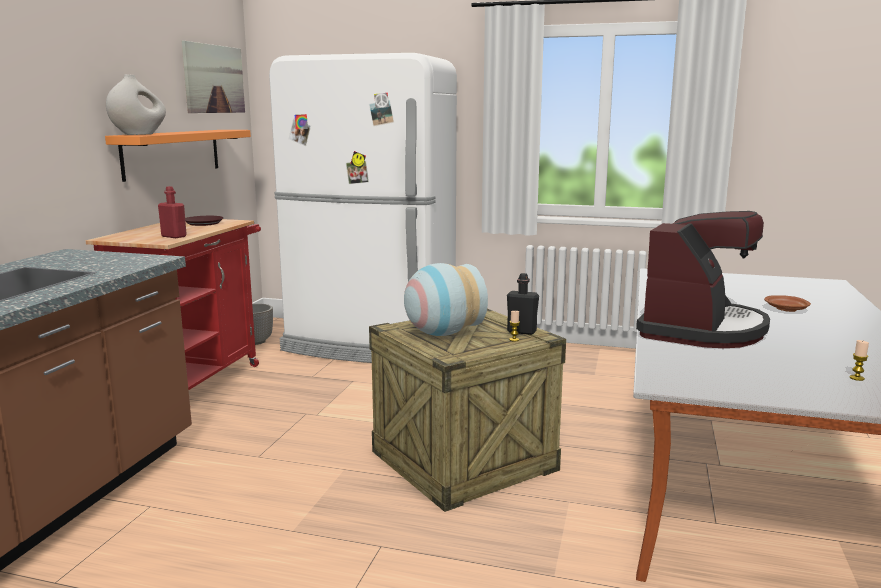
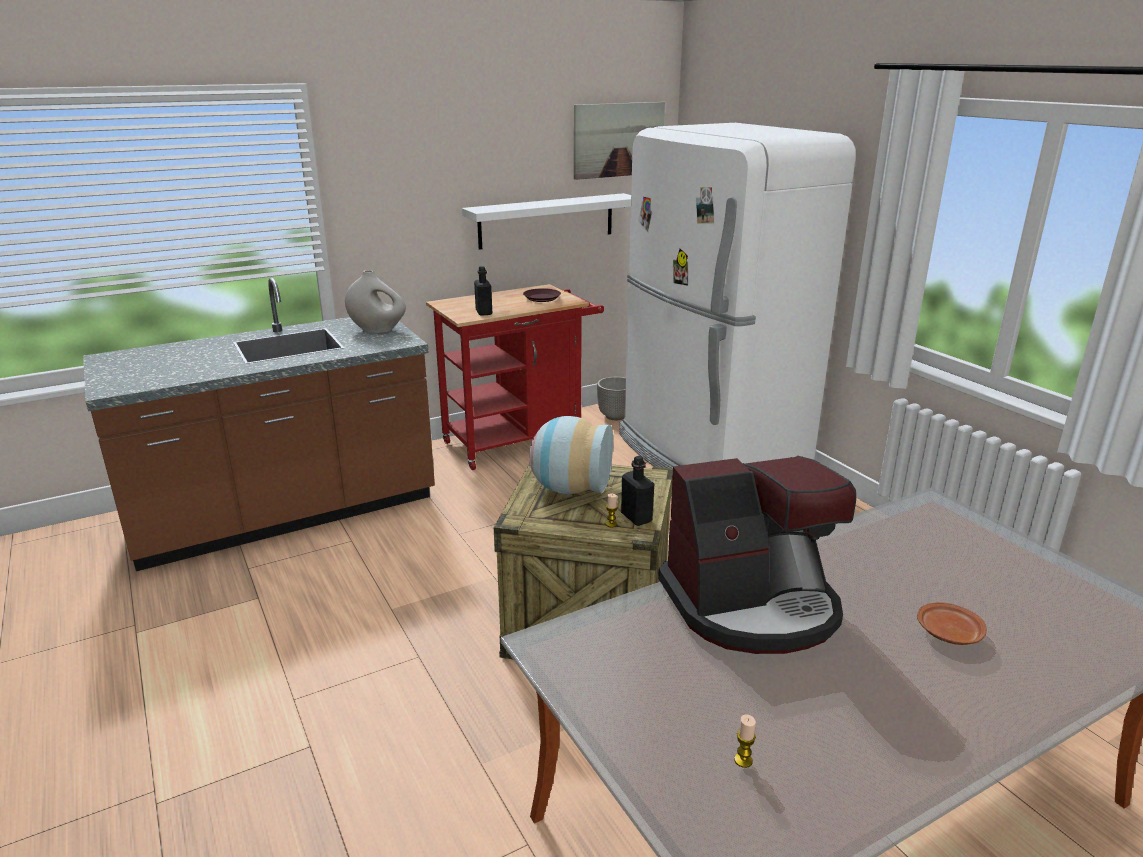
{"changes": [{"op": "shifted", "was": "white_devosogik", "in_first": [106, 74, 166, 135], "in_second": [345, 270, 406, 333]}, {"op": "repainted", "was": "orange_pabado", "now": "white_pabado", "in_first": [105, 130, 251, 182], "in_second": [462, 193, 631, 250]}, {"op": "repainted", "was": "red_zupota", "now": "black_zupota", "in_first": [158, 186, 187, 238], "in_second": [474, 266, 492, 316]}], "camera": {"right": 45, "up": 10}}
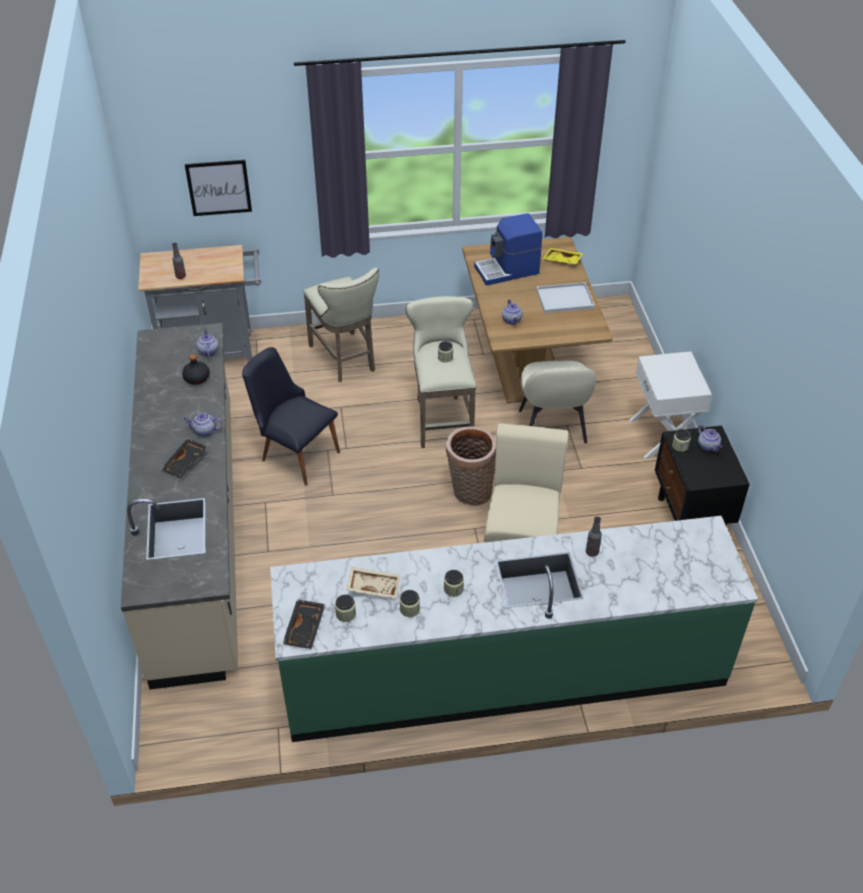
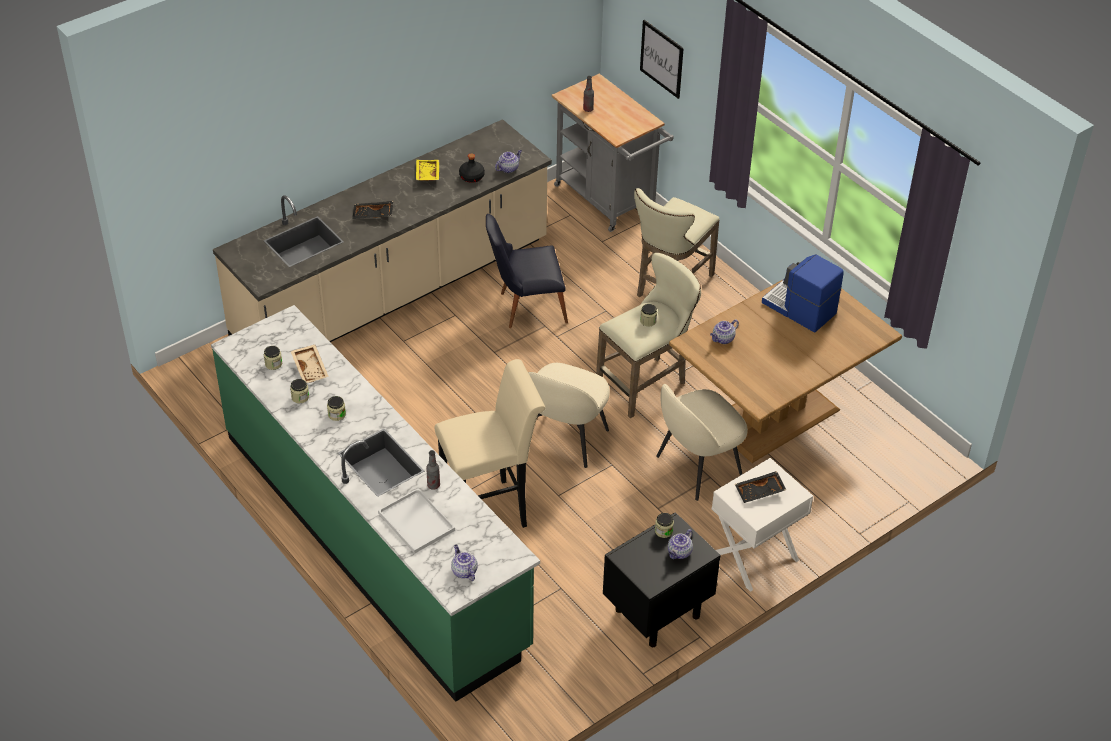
{"changes": [{"op": "shifted", "was": "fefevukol", "in_first": [184, 413, 223, 437], "in_second": [451, 545, 478, 581]}, {"op": "shifted", "was": "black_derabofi", "in_first": [282, 599, 325, 649], "in_second": [735, 471, 786, 503]}, {"op": "shifted", "was": "white_derabofi", "in_first": [536, 282, 595, 313], "in_second": [378, 488, 455, 554]}, {"op": "shifted", "was": "yellow_derabofi", "in_first": [542, 248, 584, 264], "in_second": [416, 160, 439, 181]}, {"op": "swapped", "was": "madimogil", "now": "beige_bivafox", "in_first": [446, 426, 496, 506], "in_second": [528, 363, 610, 468]}, {"op": "rotated", "was": "black_bivafox", "in_first": [242, 347, 340, 486], "in_second": [486, 214, 568, 328], "clockwise": -105}], "camera": {"right": 60, "up": 0}}
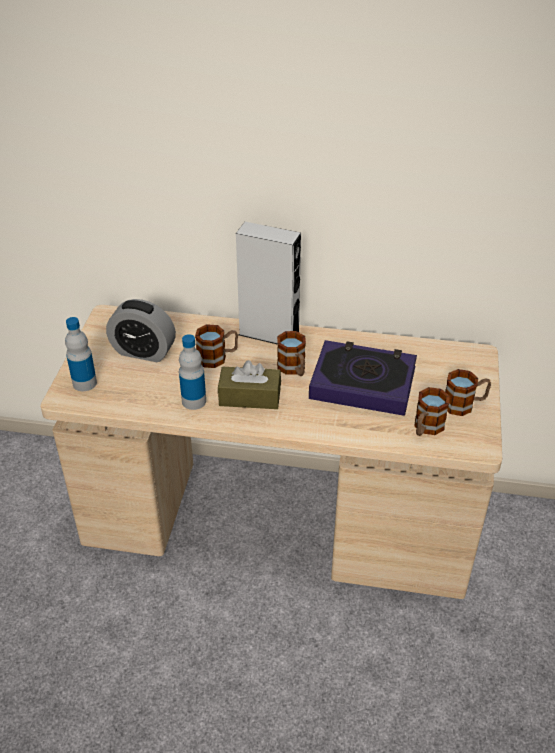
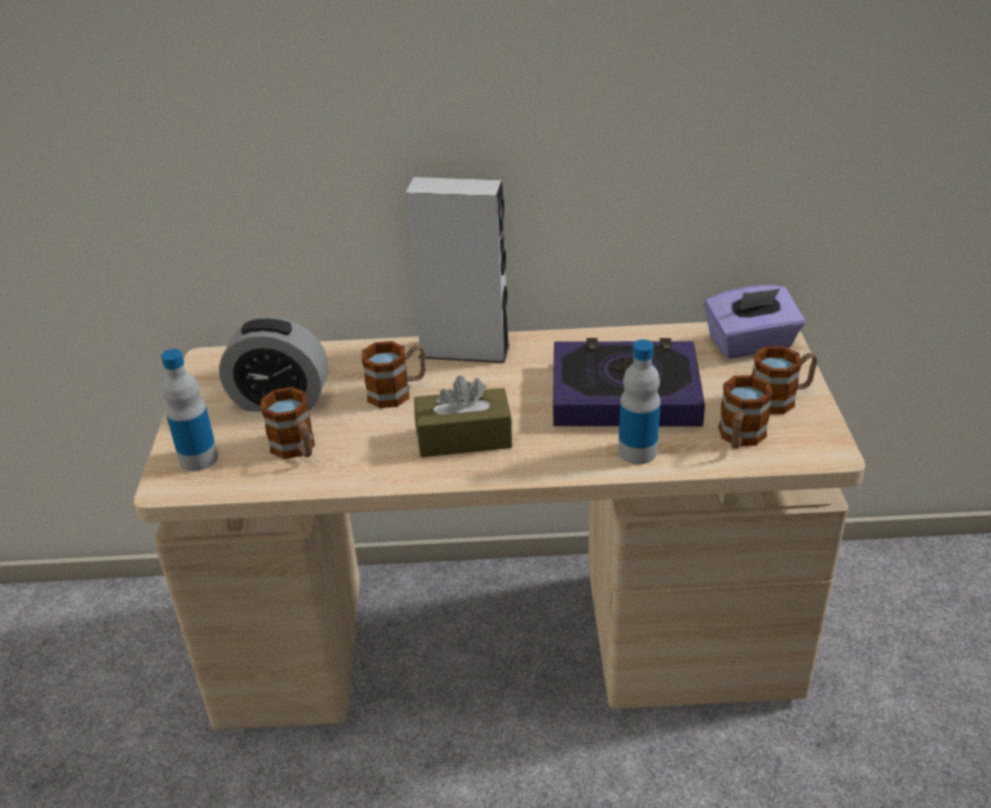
{"changes": [{"op": "new", "now": "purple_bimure", "in_second": [704, 285, 805, 358]}, {"op": "shifted", "was": "zupota", "in_first": [179, 334, 206, 410], "in_second": [618, 340, 661, 464]}, {"op": "shifted", "was": "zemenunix", "in_first": [277, 331, 306, 376], "in_second": [261, 387, 315, 459]}], "camera": {"right": -10, "up": -5}}
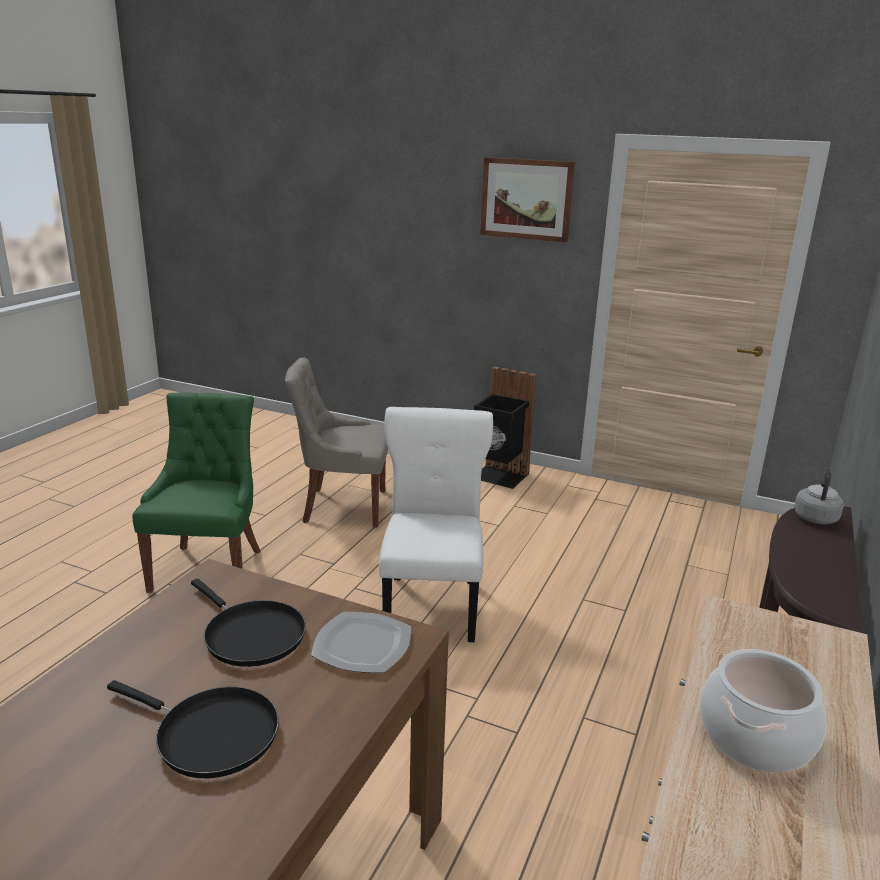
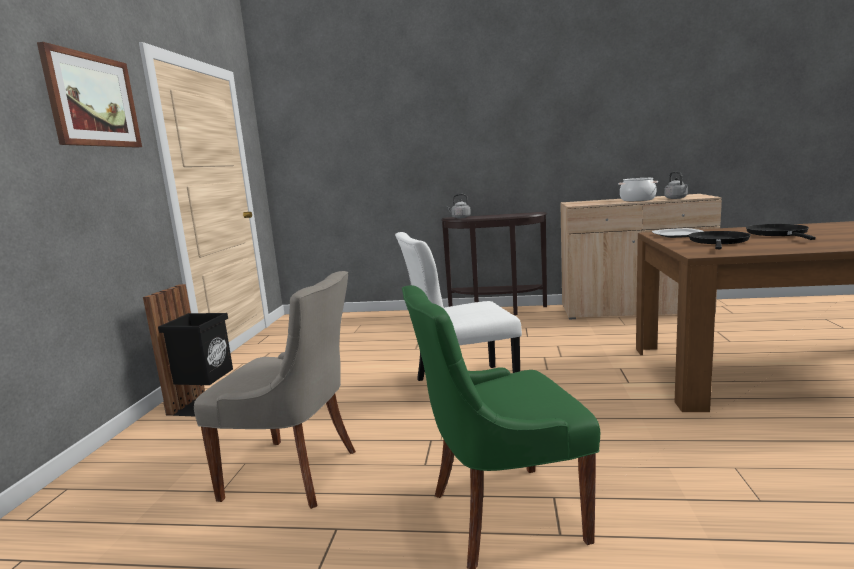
{"changes": [{"op": "new", "now": "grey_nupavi", "in_second": [664, 172, 688, 199]}, {"op": "rotated", "was": "grey_bivafox", "in_first": [285, 357, 388, 527], "in_second": [194, 271, 356, 509], "clockwise": -60}], "camera": {"right": -105, "up": -10}}
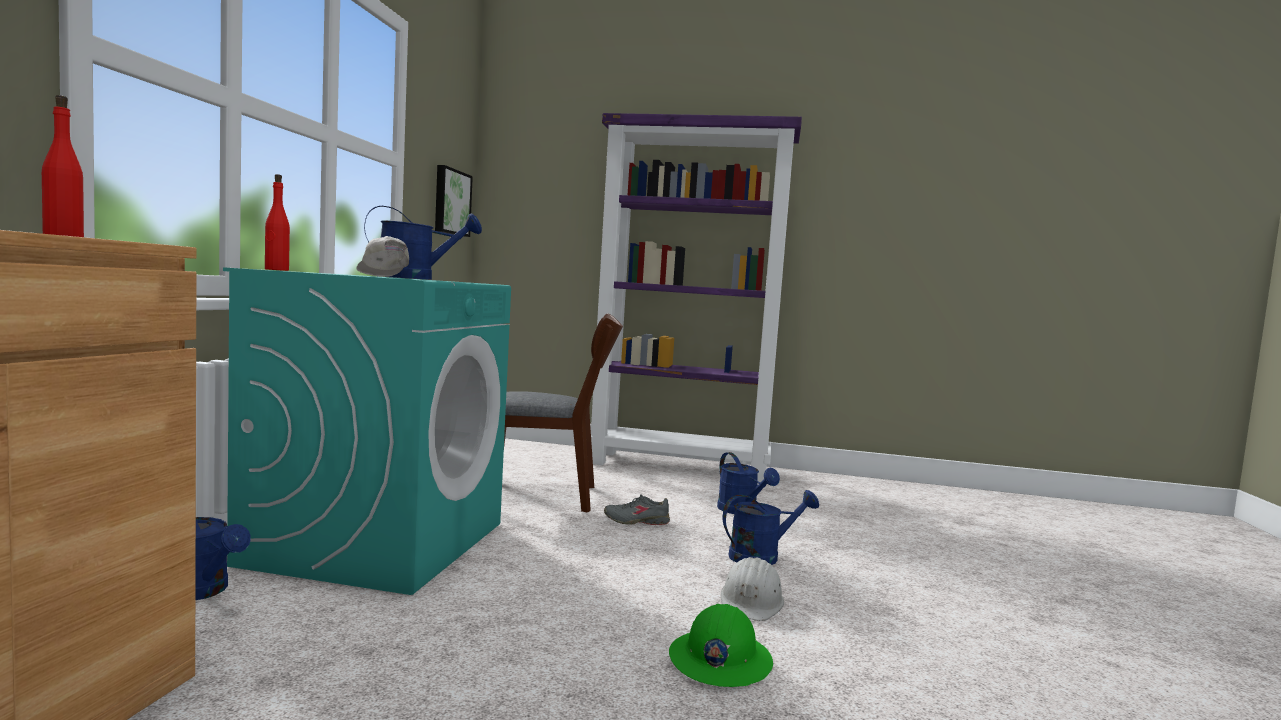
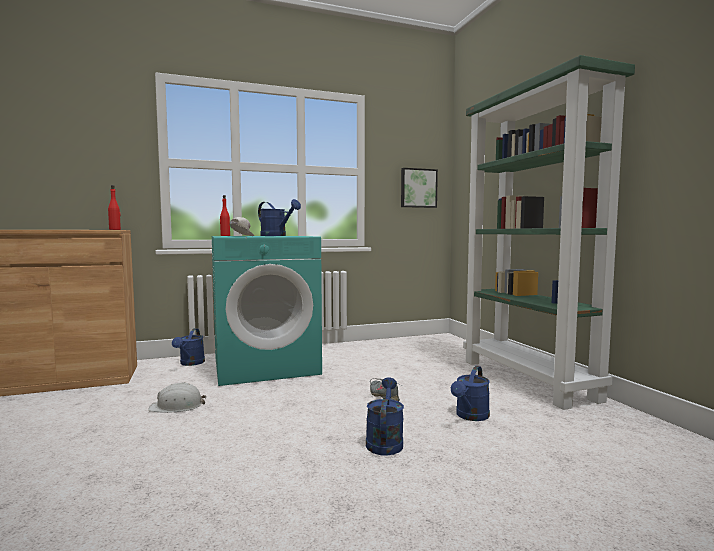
{"changes": [{"op": "gone", "was": "brown_bivafox", "in_first": [504, 313, 623, 513]}, {"op": "gone", "was": "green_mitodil", "in_first": [669, 604, 773, 687]}, {"op": "shifted", "was": "white_mitodil", "in_first": [721, 557, 784, 621], "in_second": [148, 382, 206, 413]}, {"op": "repainted", "was": "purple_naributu", "now": "green_naributu", "in_first": [591, 113, 802, 482], "in_second": [463, 55, 635, 410]}, {"op": "rotated", "was": "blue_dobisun", "in_first": [723, 490, 819, 565], "in_second": [366, 377, 404, 456], "clockwise": -120}], "camera": {"right": 60, "up": 0}}
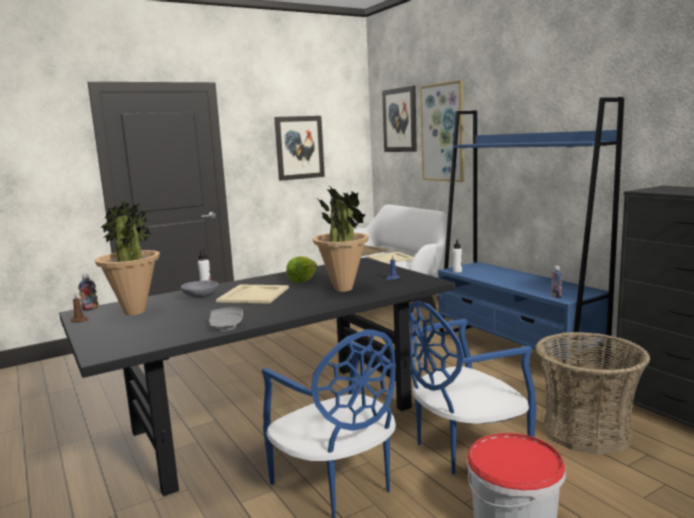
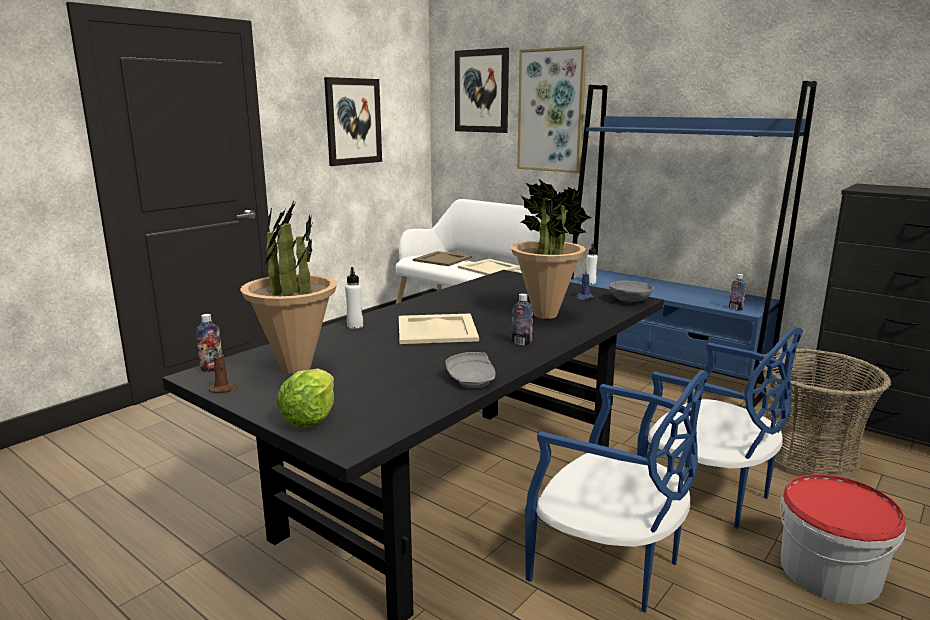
{"changes": [{"op": "new", "now": "zupota", "in_second": [512, 293, 533, 346]}, {"op": "shifted", "was": "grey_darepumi", "in_first": [181, 280, 218, 298], "in_second": [609, 280, 654, 302]}, {"op": "shifted", "was": "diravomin", "in_first": [286, 256, 317, 283], "in_second": [276, 369, 334, 428]}, {"op": "rotated", "was": "blue_bivafox", "in_first": [409, 301, 537, 474], "in_second": [637, 327, 803, 529], "clockwise": -90}], "camera": {"right": -20, "up": 5}}
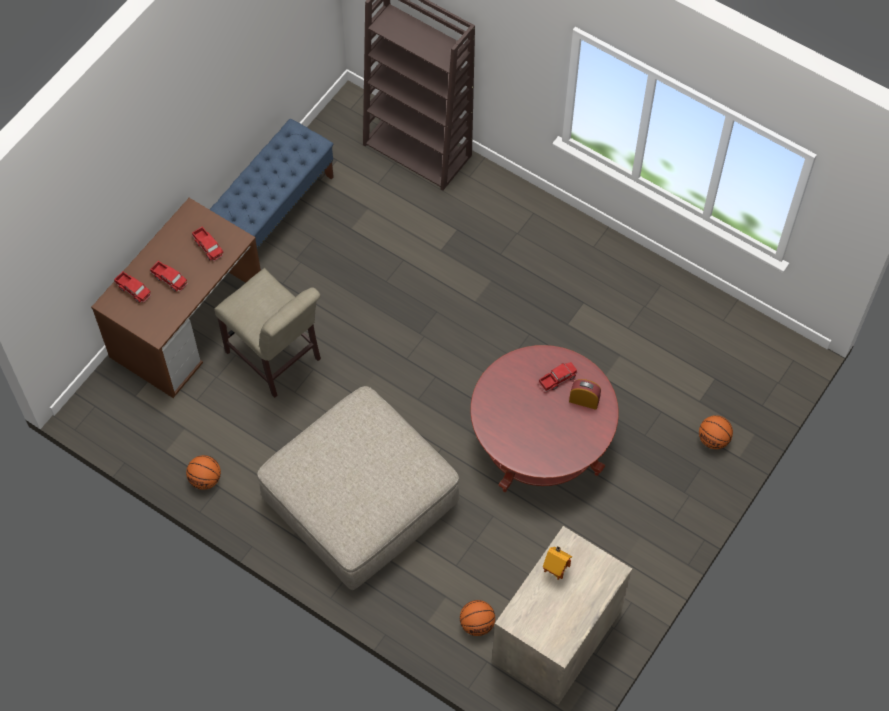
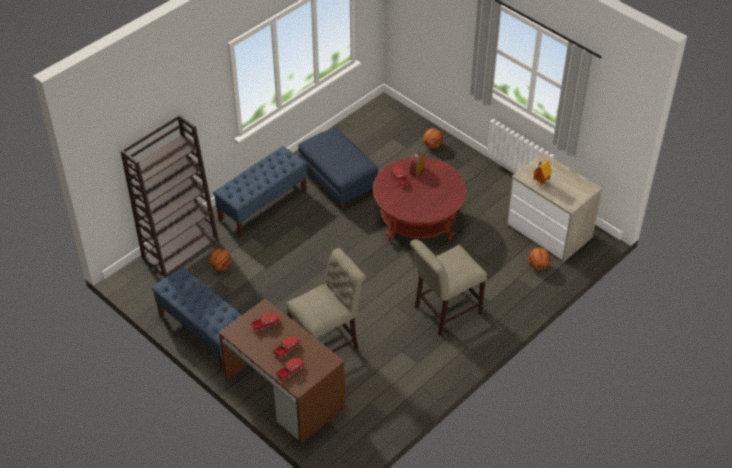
{"changes": [{"op": "new", "now": "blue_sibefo", "in_second": [213, 146, 307, 238]}, {"op": "new", "now": "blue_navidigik", "in_second": [298, 127, 378, 209]}, {"op": "shifted", "was": "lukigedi", "in_first": [186, 455, 221, 490], "in_second": [209, 249, 232, 271]}, {"op": "swapped", "was": "beige_navidigik", "now": "beige_bivafox", "in_first": [257, 386, 459, 590], "in_second": [410, 239, 487, 335]}], "camera": {"right": -80, "up": -15}}
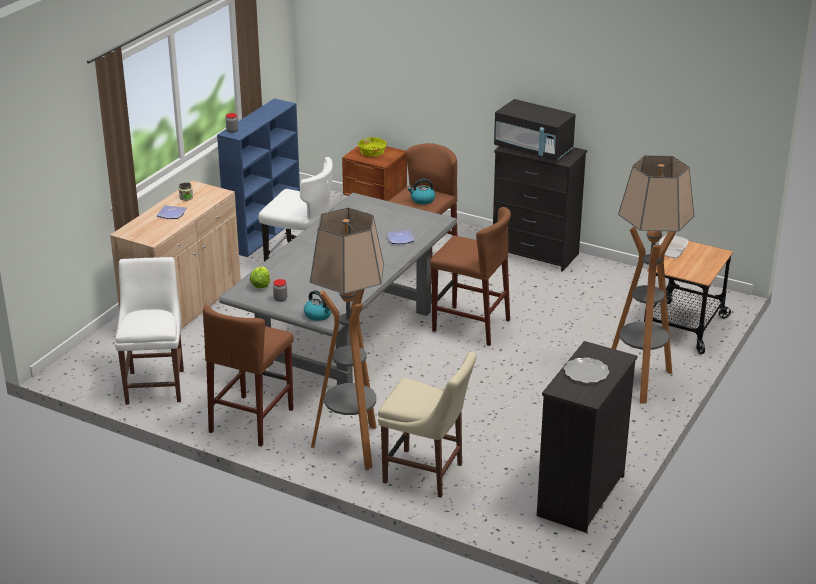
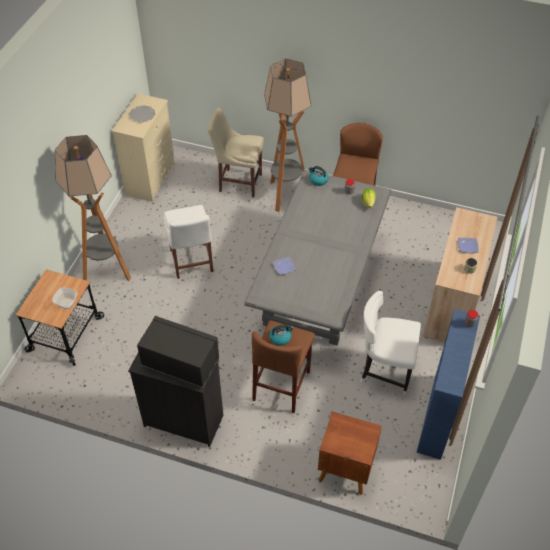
{"changes": [{"op": "gone", "was": "yellow_darepumi", "in_first": [358, 137, 387, 157]}, {"op": "gone", "was": "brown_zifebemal", "in_first": [430, 207, 511, 346]}, {"op": "shifted", "was": "white_bivafox", "in_first": [115, 257, 184, 405], "in_second": [163, 205, 213, 279]}, {"op": "repainted", "was": "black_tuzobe", "now": "beige_tuzobe", "in_first": [537, 341, 637, 533], "in_second": [112, 94, 175, 202]}], "camera": {"right": 170, "up": 20}}
